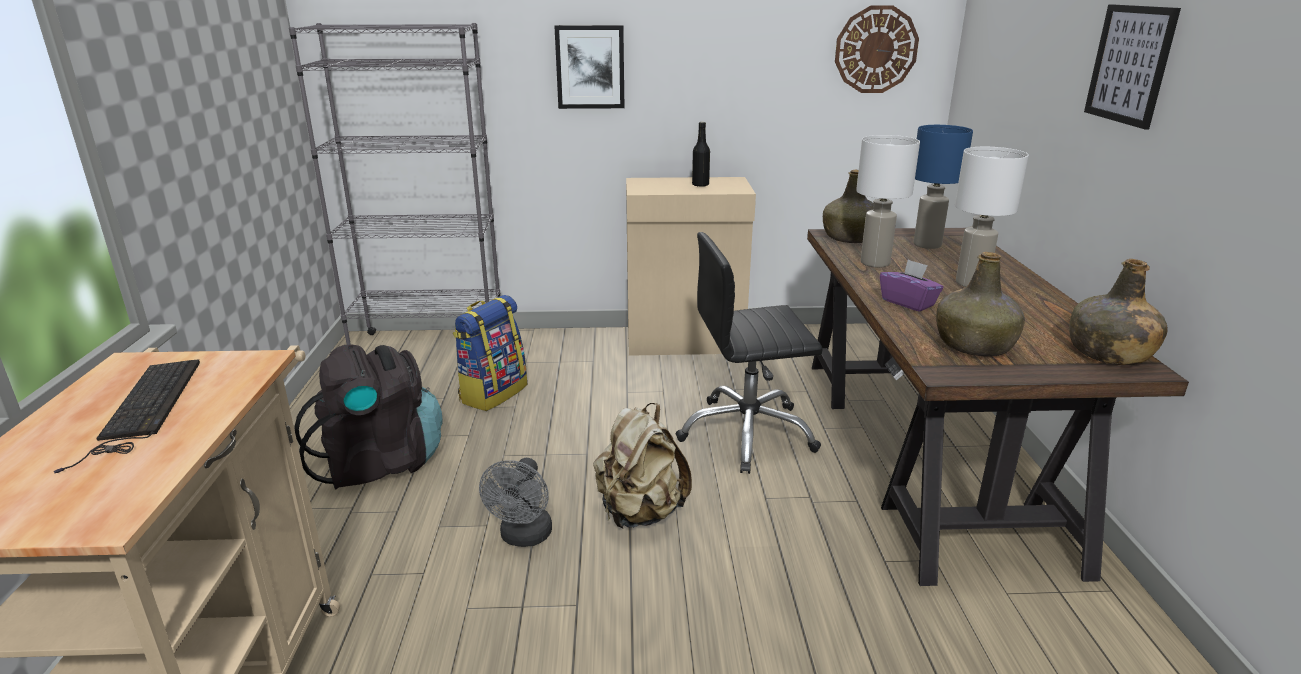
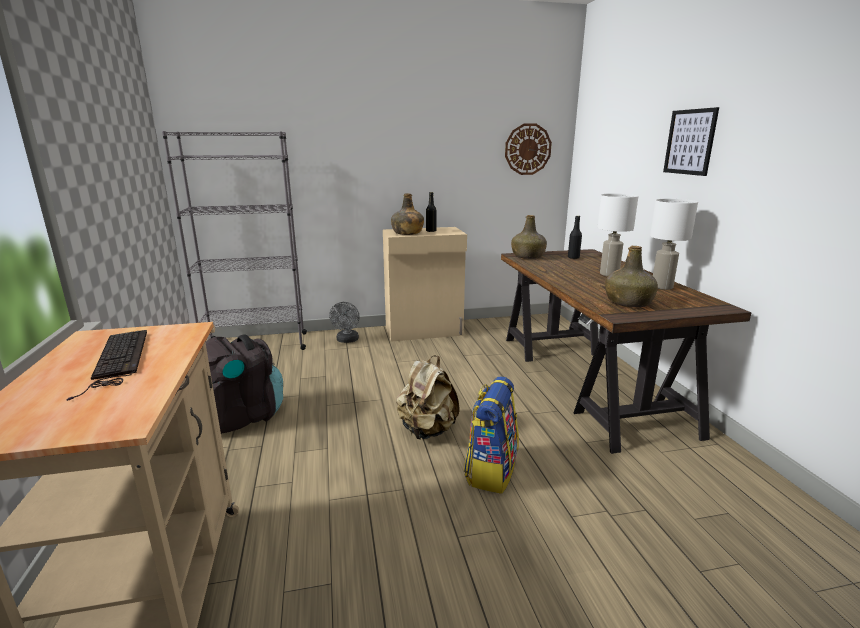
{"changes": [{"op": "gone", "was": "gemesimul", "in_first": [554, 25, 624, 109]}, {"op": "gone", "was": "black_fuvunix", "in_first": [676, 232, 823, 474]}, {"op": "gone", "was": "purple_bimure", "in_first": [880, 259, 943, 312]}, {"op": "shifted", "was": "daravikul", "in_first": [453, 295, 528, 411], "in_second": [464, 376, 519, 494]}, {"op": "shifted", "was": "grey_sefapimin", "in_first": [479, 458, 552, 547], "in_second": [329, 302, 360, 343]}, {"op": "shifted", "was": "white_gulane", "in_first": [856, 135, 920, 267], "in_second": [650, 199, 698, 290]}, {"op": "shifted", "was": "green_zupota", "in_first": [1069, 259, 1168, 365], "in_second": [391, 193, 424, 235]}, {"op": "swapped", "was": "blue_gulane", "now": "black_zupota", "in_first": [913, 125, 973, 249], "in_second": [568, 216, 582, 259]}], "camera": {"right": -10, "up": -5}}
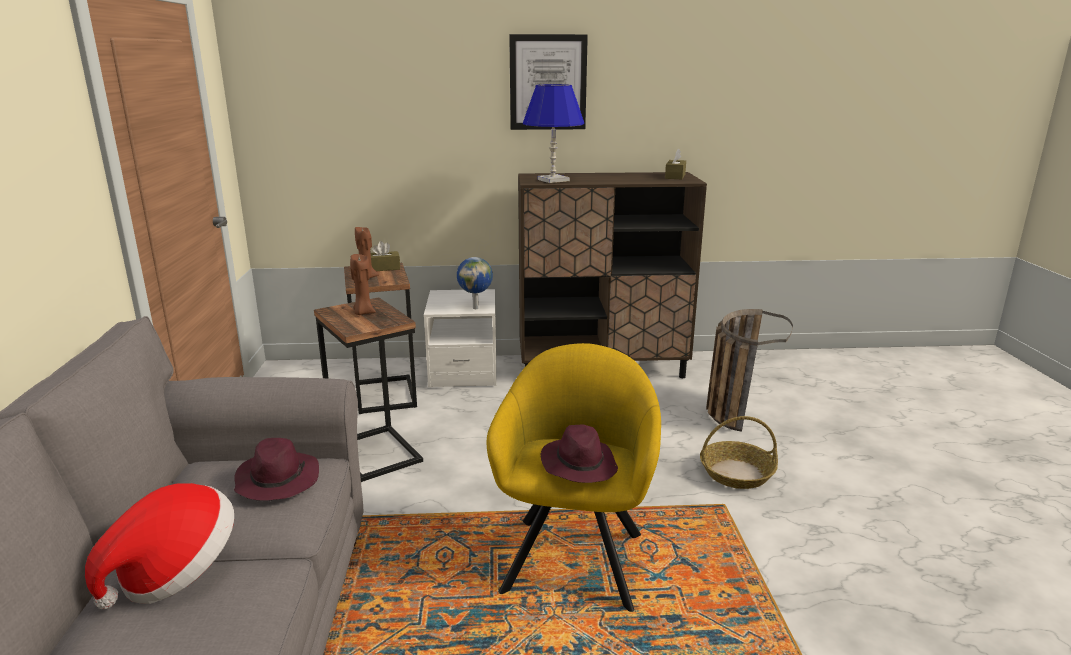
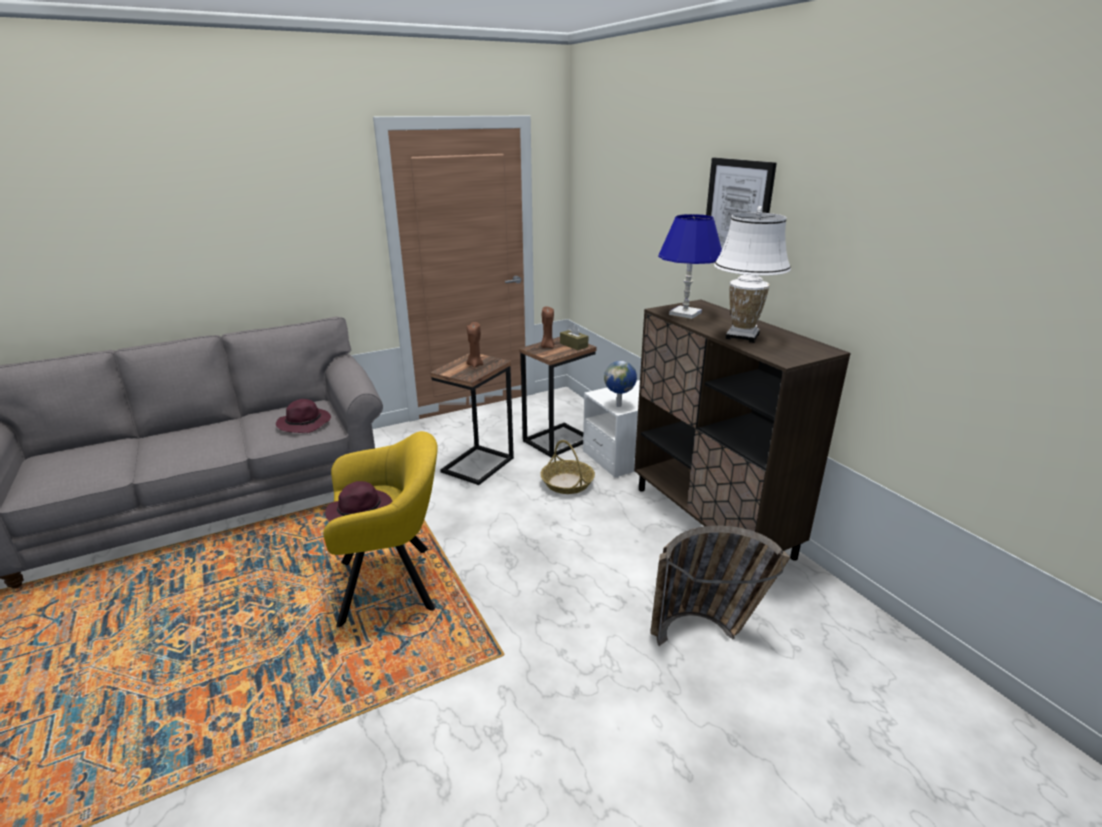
{"changes": [{"op": "gone", "was": "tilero", "in_first": [85, 483, 234, 609]}, {"op": "gone", "was": "brown_bimure", "in_first": [665, 148, 686, 179]}, {"op": "new", "now": "white_gulane", "in_second": [714, 206, 791, 343]}, {"op": "shifted", "was": "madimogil", "in_first": [700, 416, 778, 489], "in_second": [540, 440, 595, 494]}], "camera": {"right": 65, "up": 5}}
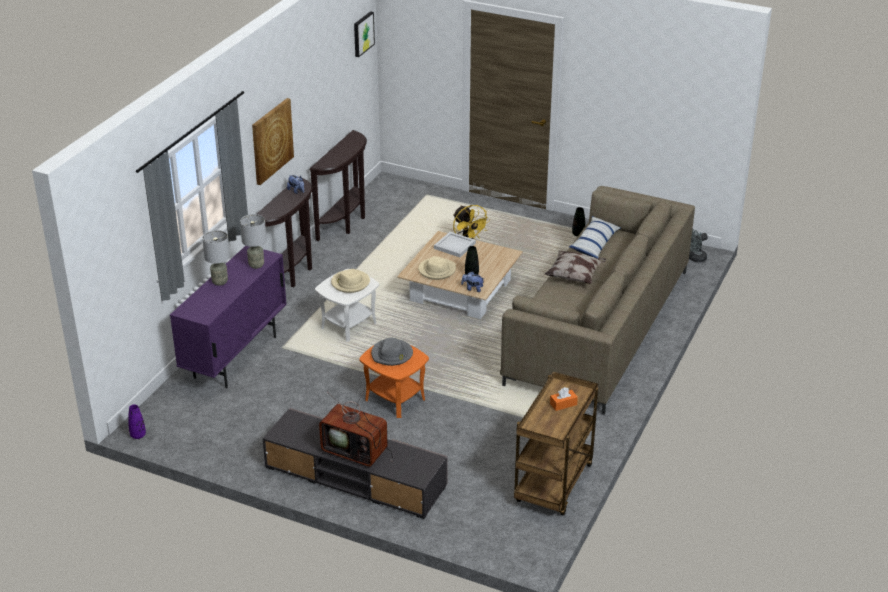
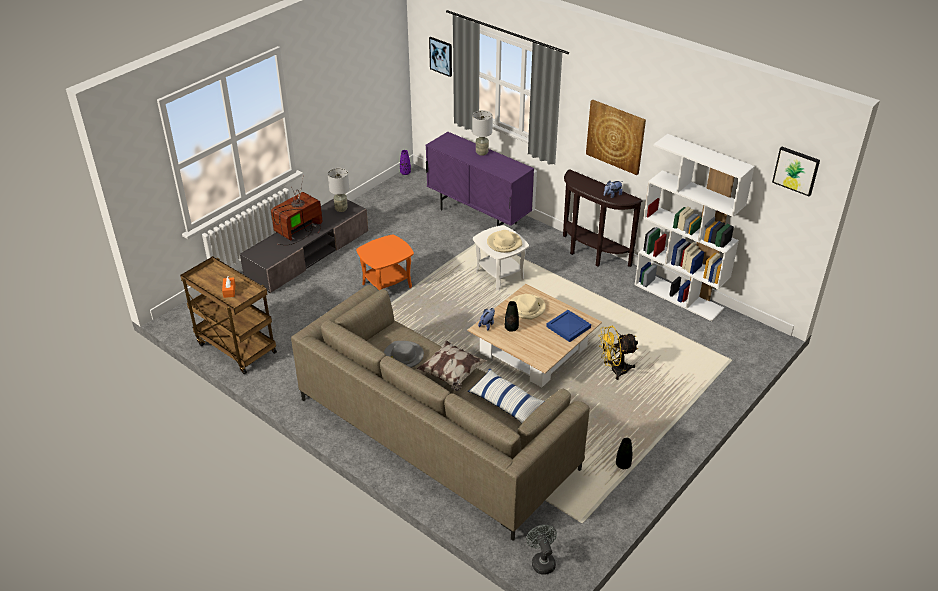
{"changes": [{"op": "new", "now": "gemesimul", "in_second": [429, 37, 452, 77]}, {"op": "shifted", "was": "grey_gulane", "in_first": [240, 214, 267, 269], "in_second": [328, 168, 349, 212]}, {"op": "shifted", "was": "grey_tilero", "in_first": [371, 337, 413, 366], "in_second": [384, 341, 424, 368]}, {"op": "swapped", "was": "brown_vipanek", "now": "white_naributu", "in_first": [310, 130, 367, 241], "in_second": [634, 134, 755, 321]}, {"op": "repainted", "was": "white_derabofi", "now": "blue_derabofi", "in_first": [434, 232, 476, 257], "in_second": [546, 310, 591, 342]}], "camera": {"right": 105, "up": 5}}
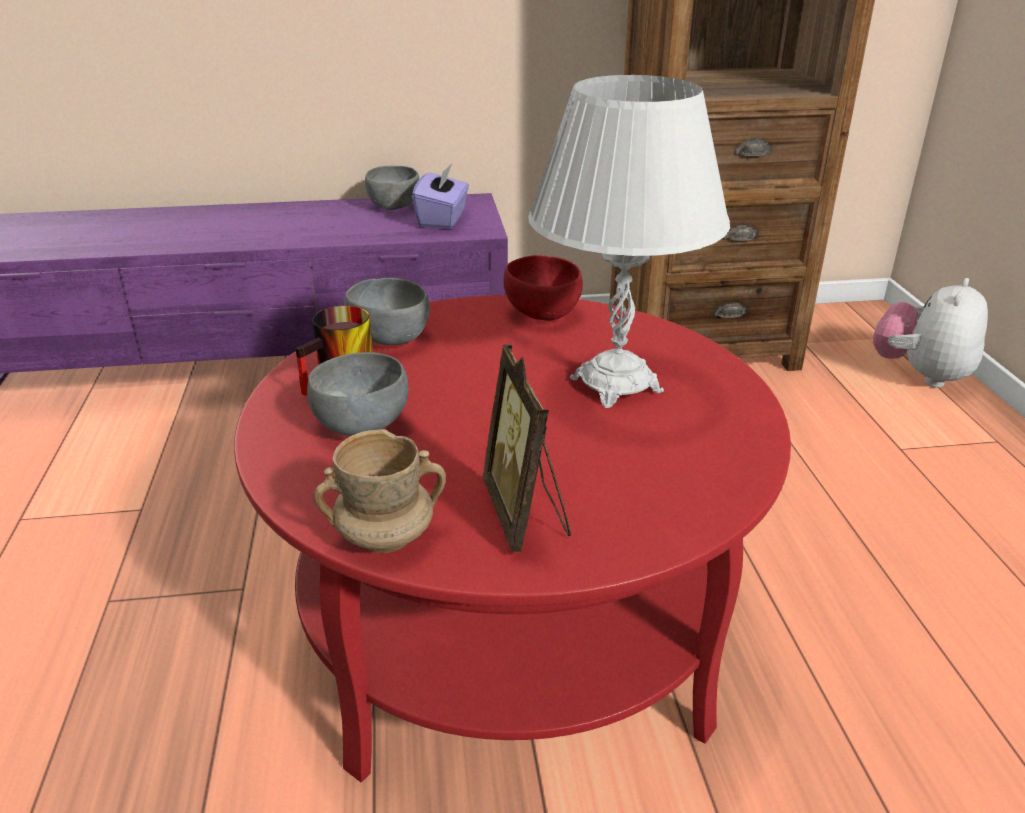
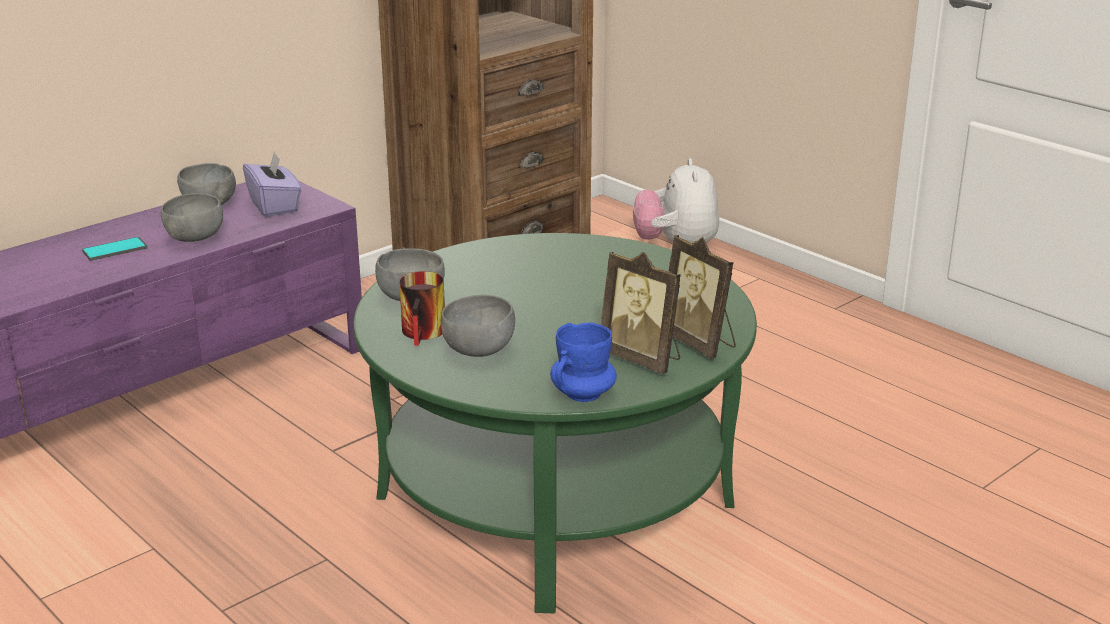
{"changes": [{"op": "gone", "was": "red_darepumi", "in_first": [504, 255, 583, 321]}, {"op": "gone", "was": "white_gulane", "in_first": [528, 75, 730, 408]}, {"op": "new", "now": "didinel", "in_second": [82, 237, 147, 261]}, {"op": "new", "now": "grey_darepumi", "in_second": [161, 193, 223, 242]}, {"op": "new", "now": "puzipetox", "in_second": [668, 235, 736, 359]}, {"op": "repainted", "was": "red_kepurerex", "now": "green_kepurerex", "in_first": [234, 295, 791, 782], "in_second": [353, 233, 757, 613]}, {"op": "repainted", "was": "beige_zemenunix", "now": "blue_zemenunix", "in_first": [314, 429, 446, 553], "in_second": [550, 322, 617, 402]}], "camera": {"right": -35, "up": -5}}
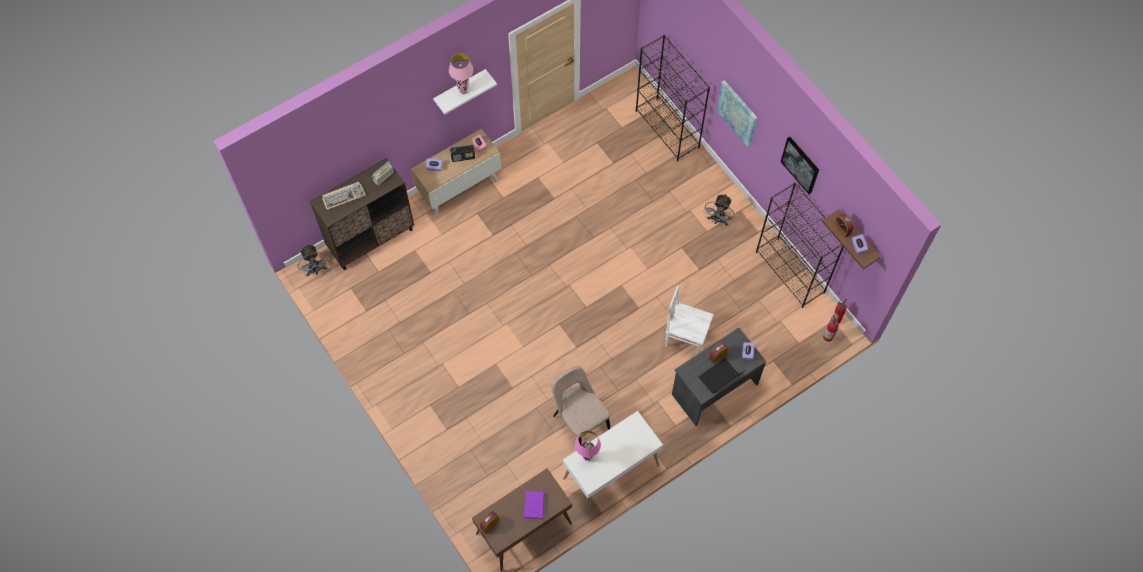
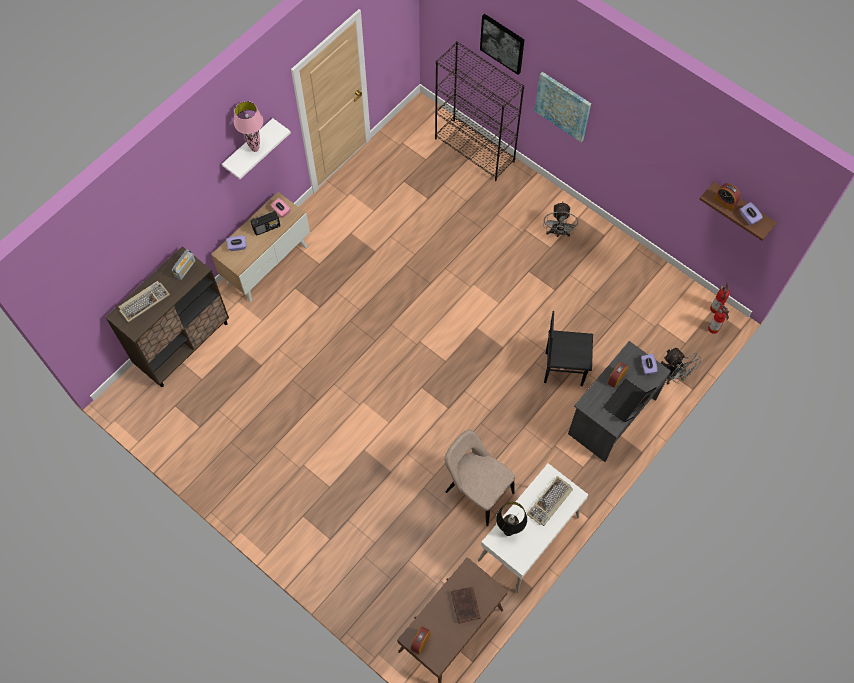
{"changes": [{"op": "gone", "was": "black_naributu", "in_first": [756, 182, 844, 308]}, {"op": "new", "now": "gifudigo", "in_second": [527, 476, 573, 526]}, {"op": "shifted", "was": "grey_sefapimin", "in_first": [298, 245, 329, 276], "in_second": [661, 347, 702, 385]}, {"op": "shifted", "was": "gemesimul", "in_first": [781, 137, 819, 194], "in_second": [480, 14, 524, 75]}, {"op": "repainted", "was": "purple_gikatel", "now": "brown_gikatel", "in_first": [524, 491, 544, 519], "in_second": [451, 587, 481, 624]}, {"op": "repainted", "was": "pink_gulane", "now": "black_gulane", "in_first": [575, 430, 601, 461], "in_second": [496, 502, 527, 536]}, {"op": "repainted", "was": "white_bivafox", "now": "black_bivafox", "in_first": [665, 286, 714, 355], "in_second": [544, 311, 593, 386]}], "camera": {"right": -15, "up": 0}}
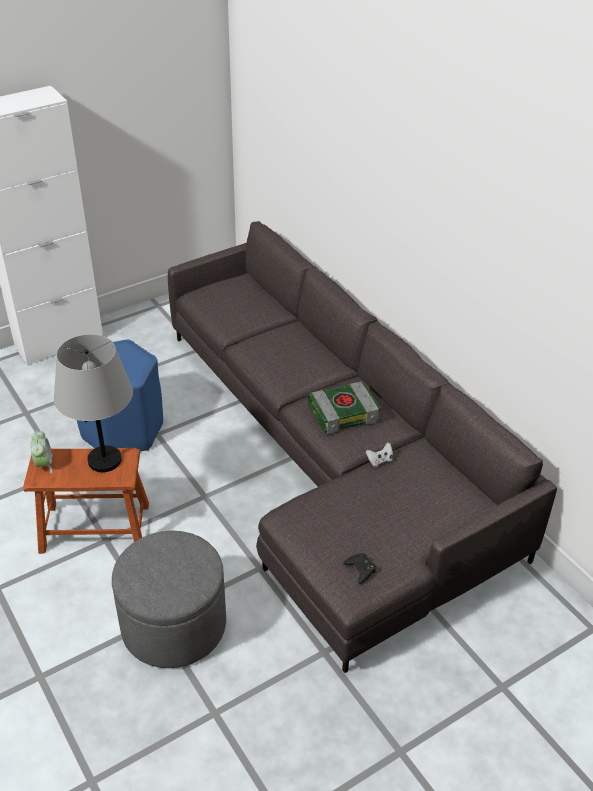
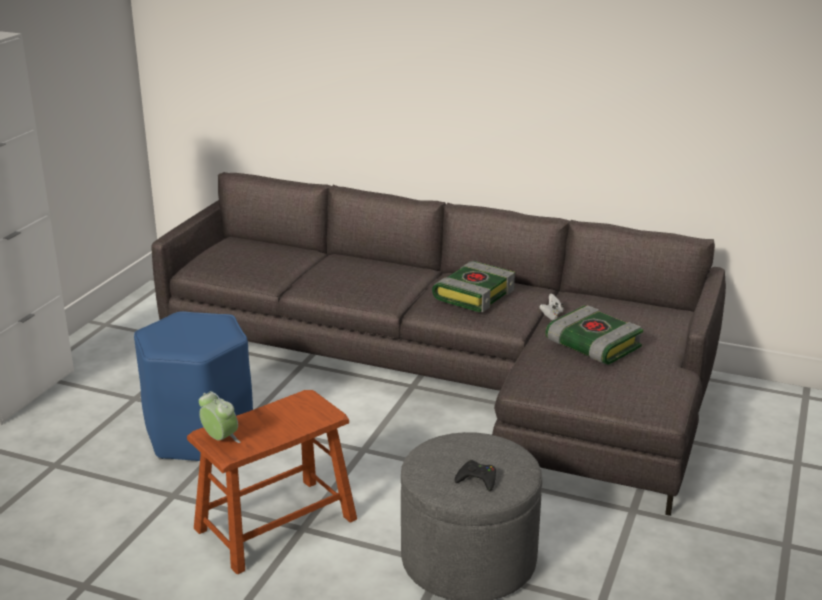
{"changes": [{"op": "gone", "was": "grey_gulane", "in_first": [54, 334, 133, 472]}, {"op": "new", "now": "gikatel", "in_second": [545, 306, 643, 365]}, {"op": "shifted", "was": "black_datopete", "in_first": [343, 553, 376, 584], "in_second": [454, 460, 496, 492]}], "camera": {"right": -35, "up": -15}}
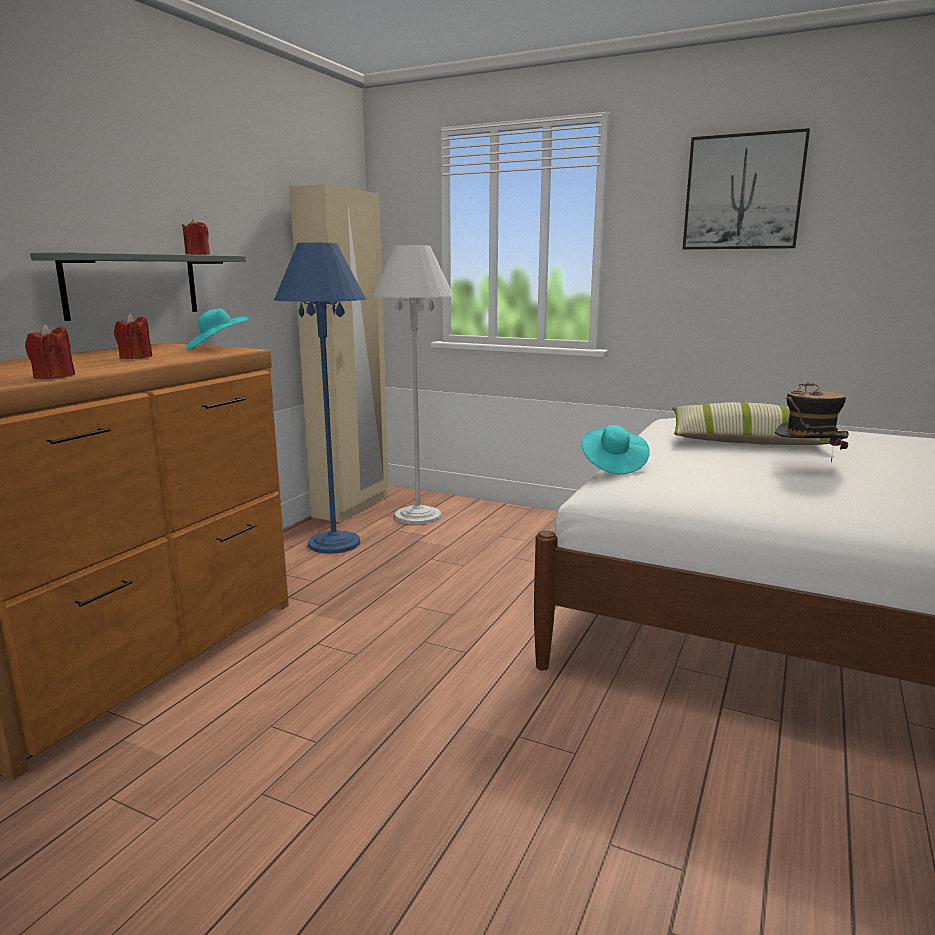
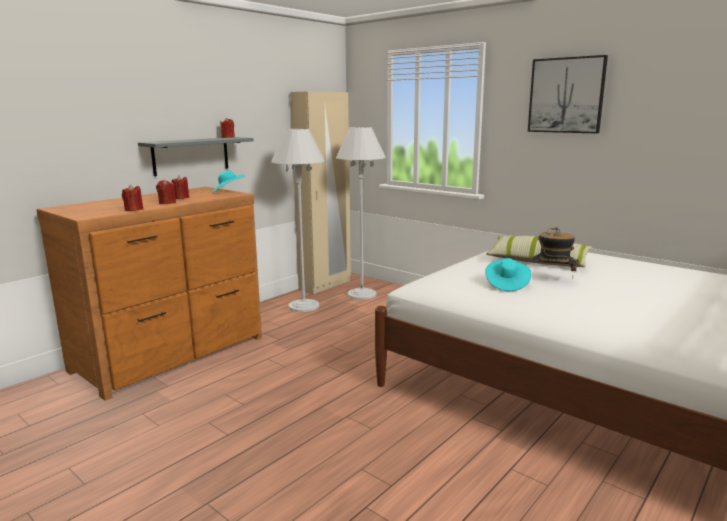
{"changes": [{"op": "new", "now": "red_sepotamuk", "in_second": [156, 180, 176, 204]}, {"op": "shifted", "was": "turquoise_tilero", "in_first": [581, 425, 650, 474], "in_second": [485, 258, 531, 291]}, {"op": "repainted", "was": "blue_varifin", "now": "white_varifin", "in_first": [274, 243, 366, 554], "in_second": [271, 128, 325, 312]}], "camera": {"right": 15, "up": 0}}
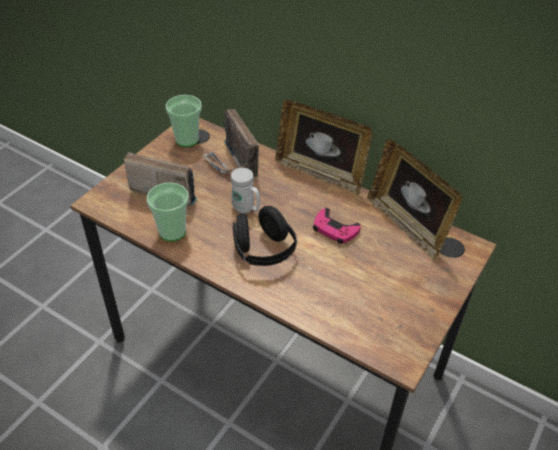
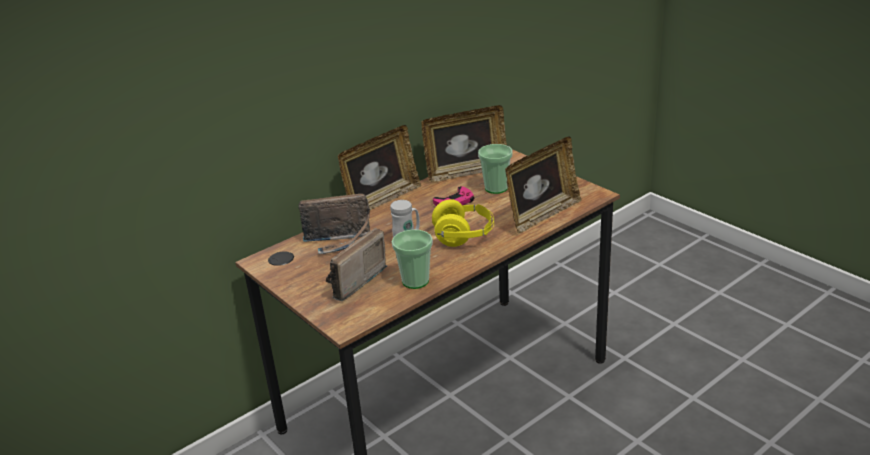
{"changes": [{"op": "new", "now": "puzipetox", "in_second": [505, 136, 582, 233]}, {"op": "shifted", "was": "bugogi", "in_first": [166, 95, 202, 147], "in_second": [478, 144, 512, 194]}, {"op": "repainted", "was": "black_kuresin", "now": "yellow_kuresin", "in_first": [233, 206, 297, 266], "in_second": [432, 200, 494, 247]}], "camera": {"right": -70, "up": -15}}
